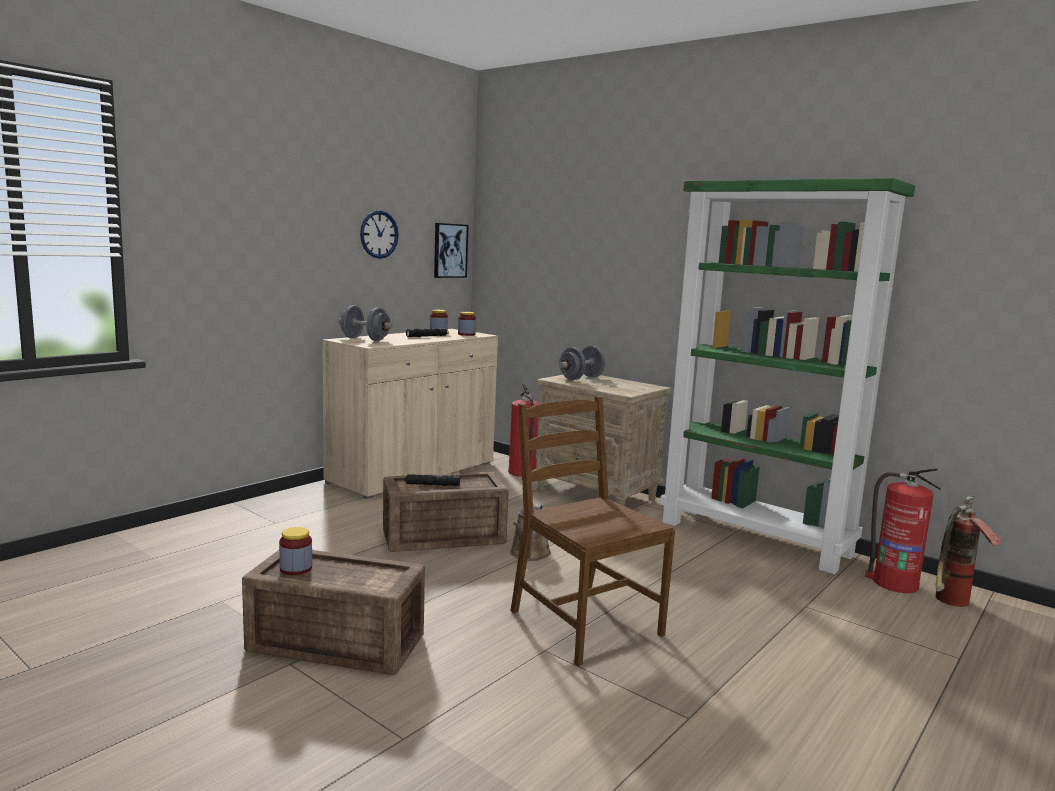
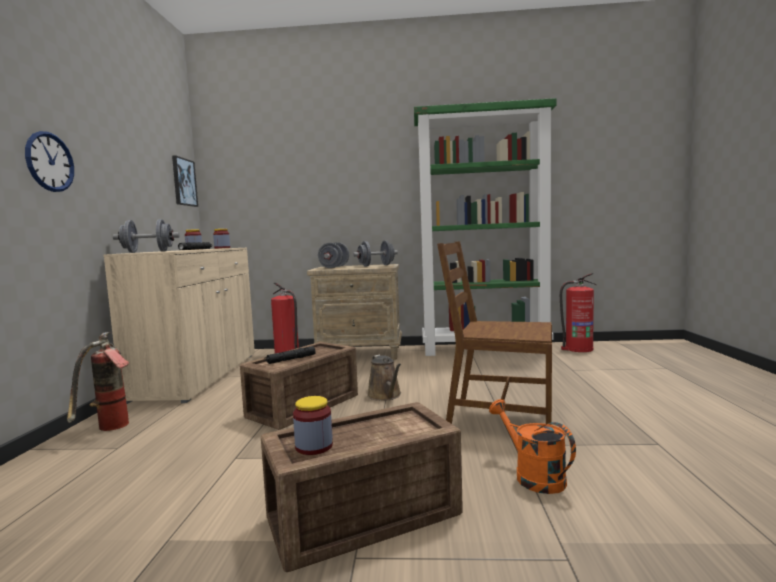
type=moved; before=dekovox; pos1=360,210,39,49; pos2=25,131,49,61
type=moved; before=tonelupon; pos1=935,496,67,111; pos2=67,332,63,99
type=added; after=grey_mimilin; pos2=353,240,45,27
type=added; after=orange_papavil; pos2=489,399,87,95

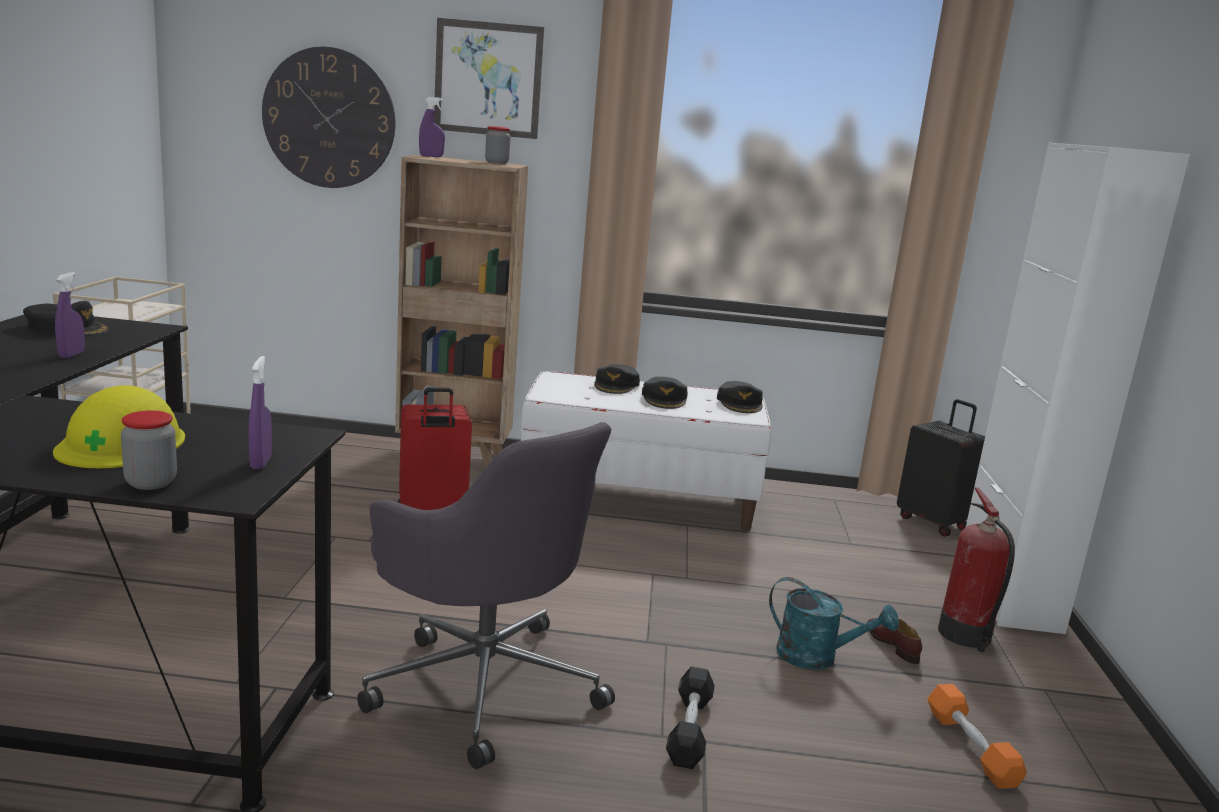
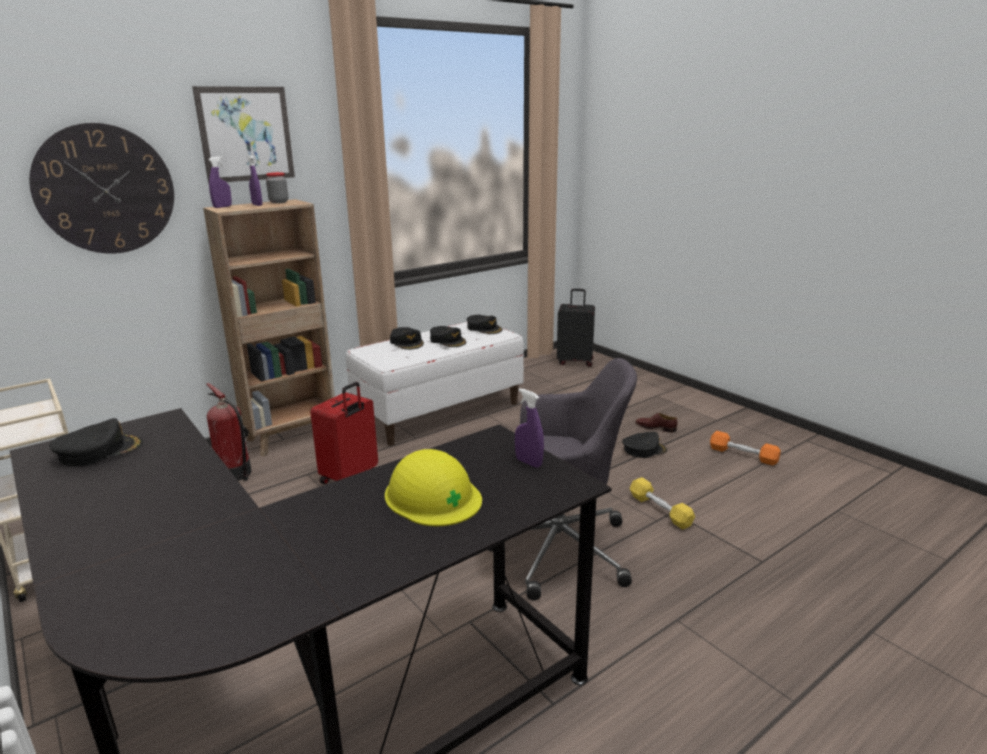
type=moved; before=tonelupon; pos1=938,487,77,165; pos2=207,383,45,98
type=moved; before=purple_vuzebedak; pos1=55,272,30,86; pos2=247,155,15,51
type=replaced; before=turquoise_papavil; after=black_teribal; pos1=769,577,130,93; pos2=622,432,45,26
type=recoloured; before=black_mimilin; after=yellow_mimilin; pos1=666,666,49,103; pos2=630,477,65,53
type=removed; before=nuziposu; pos1=121,410,56,80
type=removed; before=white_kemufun; pos1=966,143,224,491

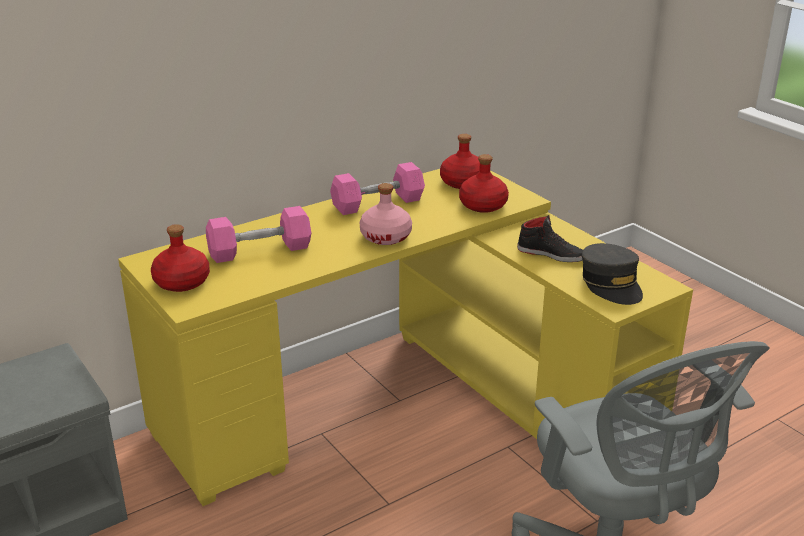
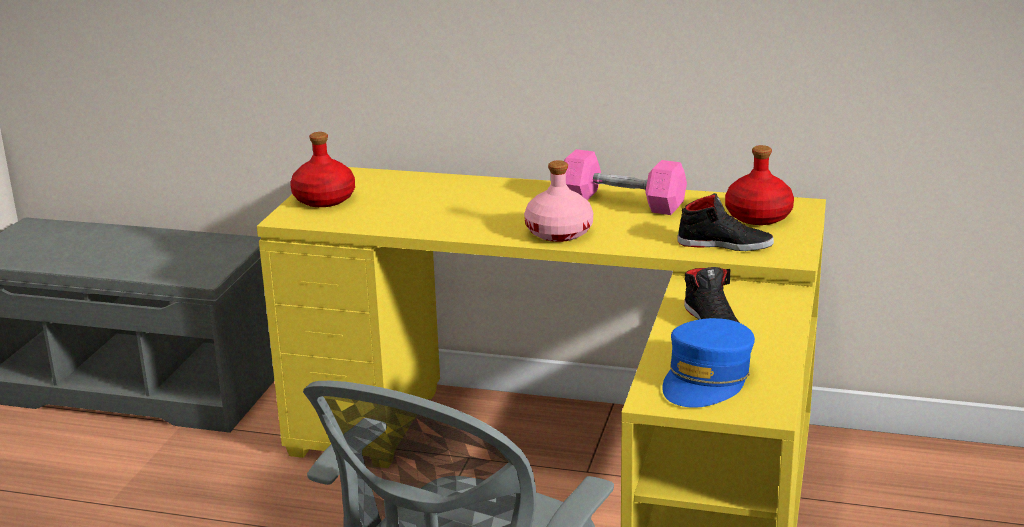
type=recoloured; before=grey_teribal; after=blue_teribal; pos1=582,243,61,62; pos2=663,318,92,90
type=replaced; before=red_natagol; after=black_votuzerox; pos1=459,154,50,59; pos2=677,193,97,58
type=removed; before=pink_mimilin; pos1=206,206,105,57

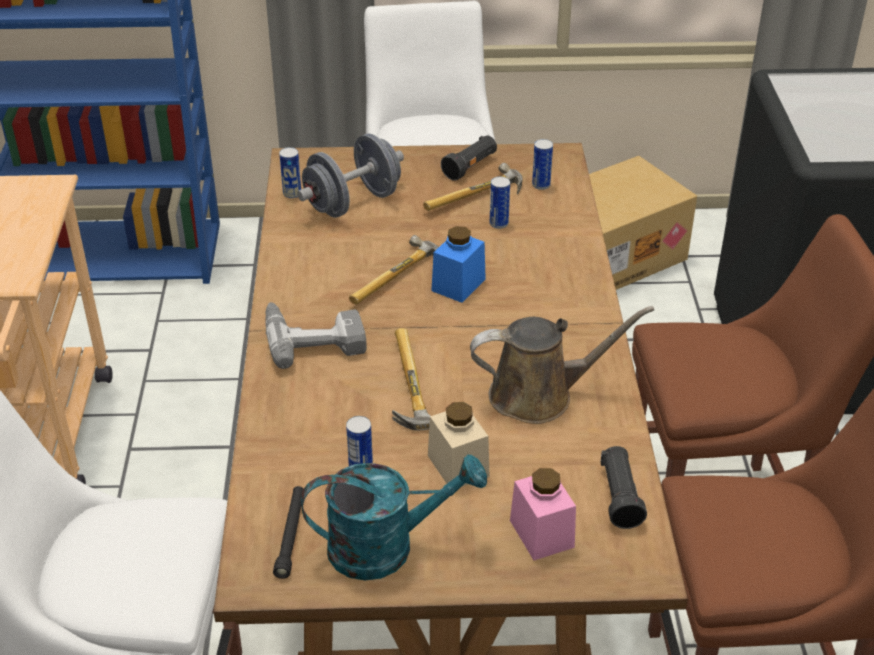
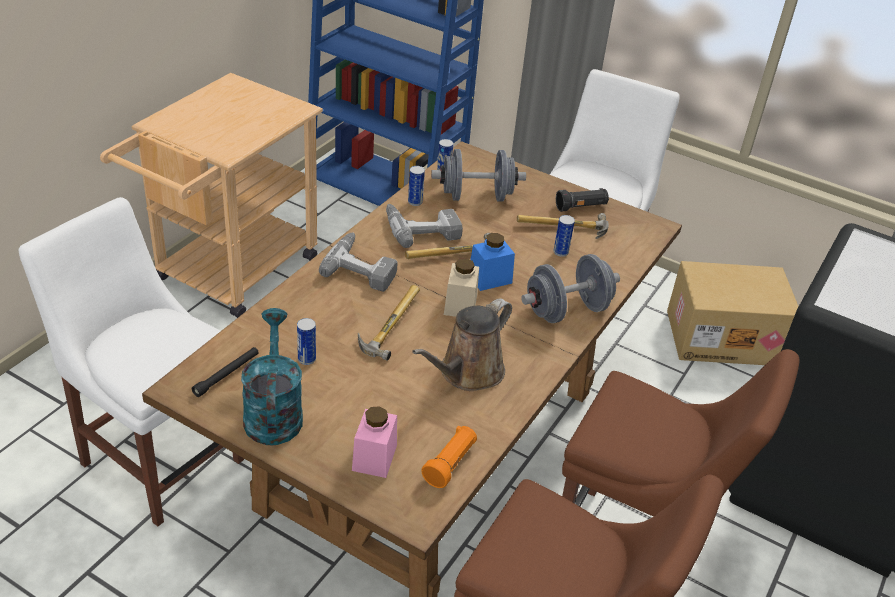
type=turned; before=turquoise_papavil; pos1=301,454,186,126; pos2=241,308,62,137; turn=-120
type=added; after=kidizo; pos2=386,204,77,44
type=moved; before=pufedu; pos1=532,139,21,51; pos2=408,166,17,40
type=turned; before=brown_papavil; pos1=470,306,184,118; pos2=412,298,100,93; turn=105
type=recoloured; before=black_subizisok; after=orange_subizisok; pos1=600,446,47,83; pos2=422,426,55,62
type=moved; before=beige_nuziposu; pos1=428,402,61,85; pos2=444,258,35,59
type=added; after=grey_mimilin; pos2=521,254,99,69

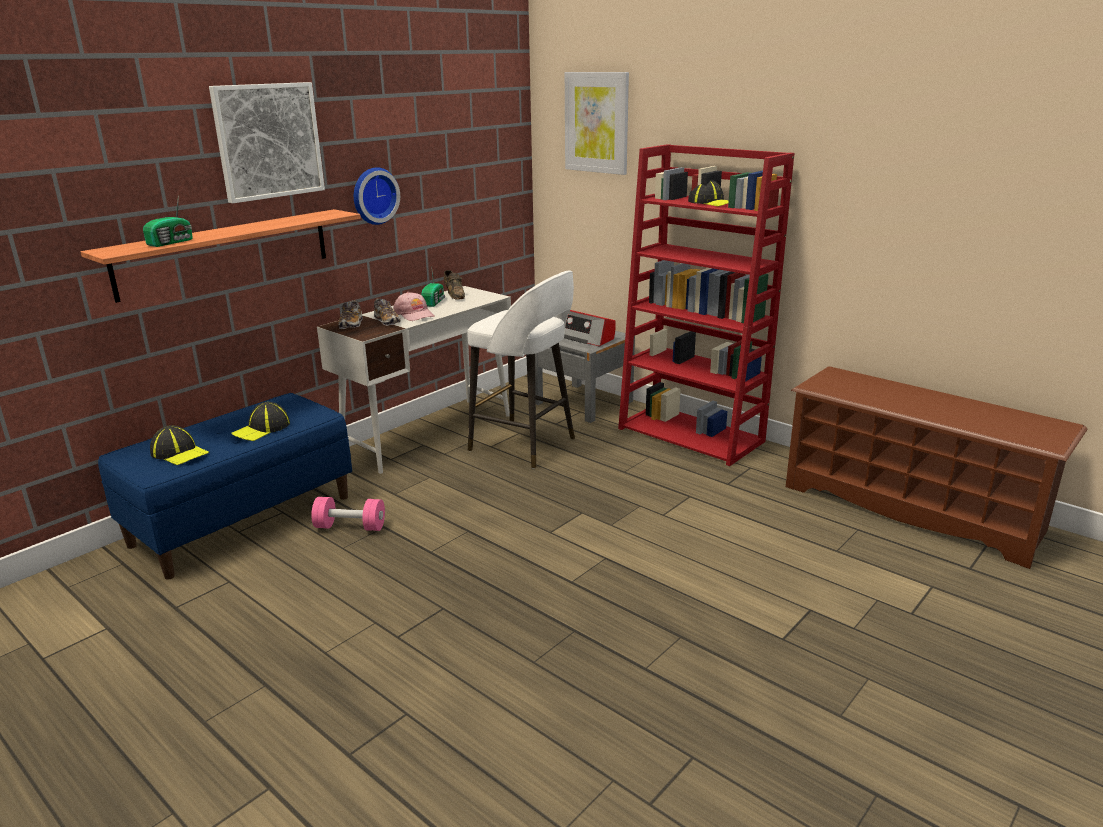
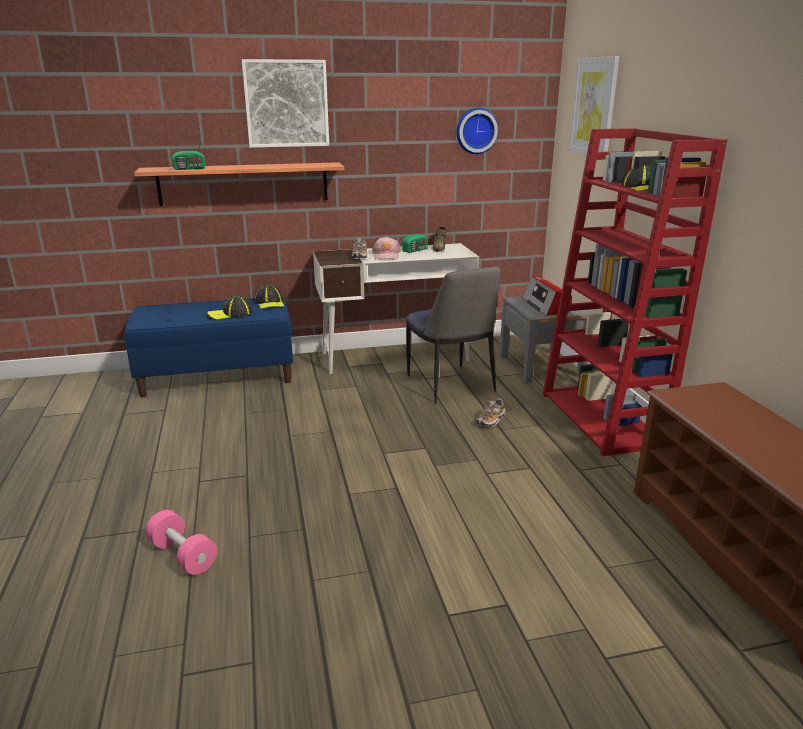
type=moved; before=pink_mimilin; pos1=311,497,74,34; pos2=146,510,71,65
type=moved; before=teribal; pos1=150,425,59,40; pos2=255,284,30,25
type=replaced; before=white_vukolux; after=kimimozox; pos1=467,271,108,198; pos2=406,267,95,136
type=moved; before=dekovox; pos1=354,167,46,58; pos2=456,108,42,46
type=moved; before=votuzerox; pos1=339,300,24,29; pos2=476,398,29,29

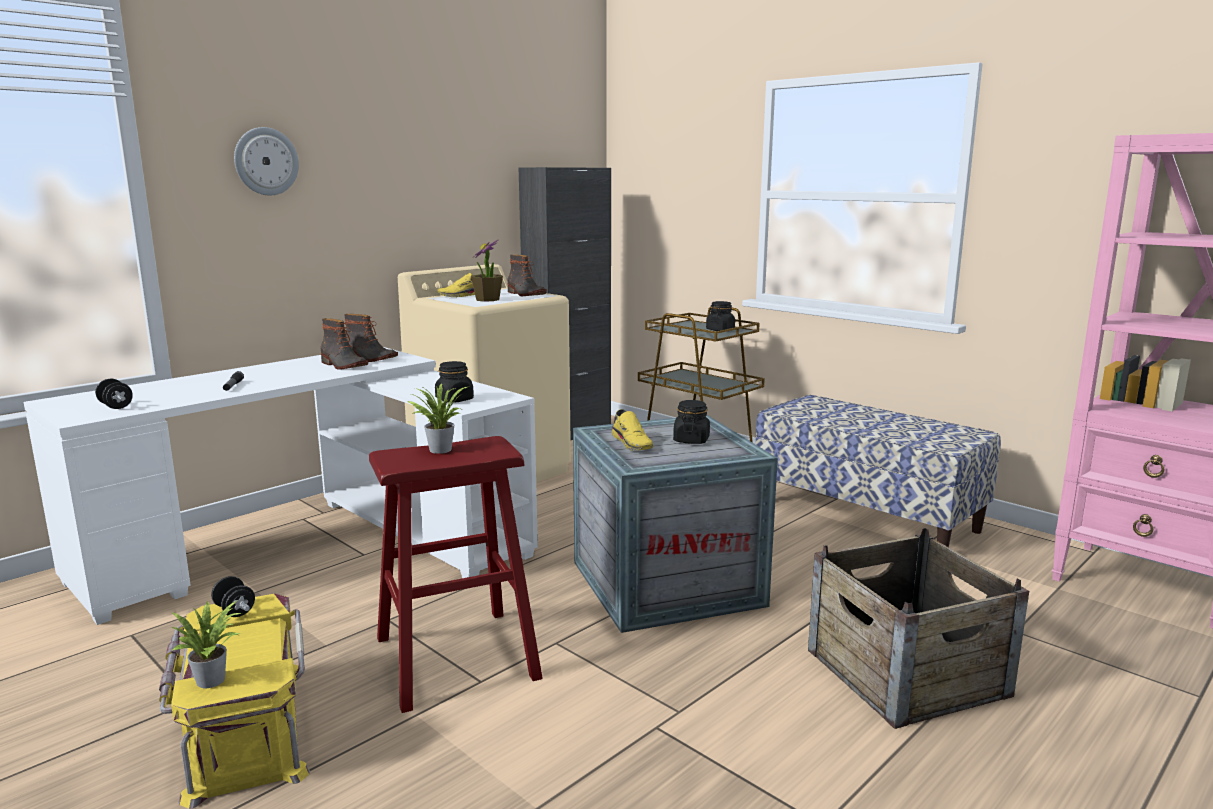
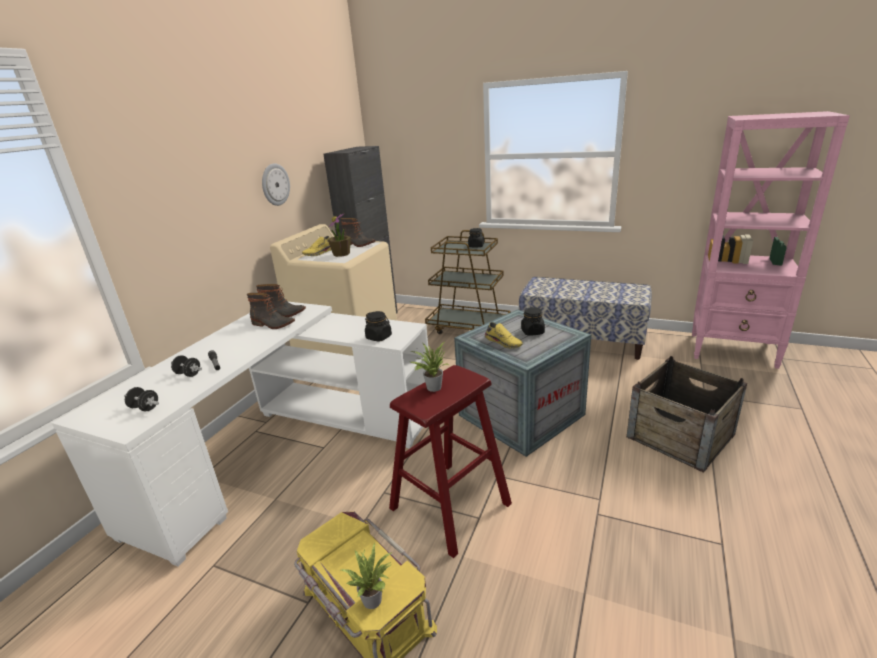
type=moved; before=black_mimilin; pos1=211,576,44,41; pos2=171,355,31,22
type=moved; before=dekovox; pos1=234,127,65,69; pos2=262,163,28,43

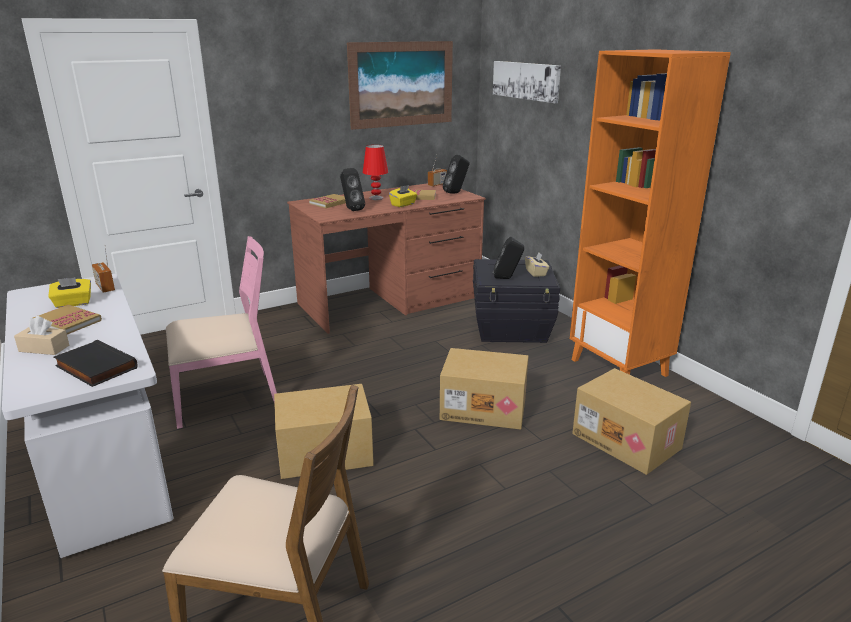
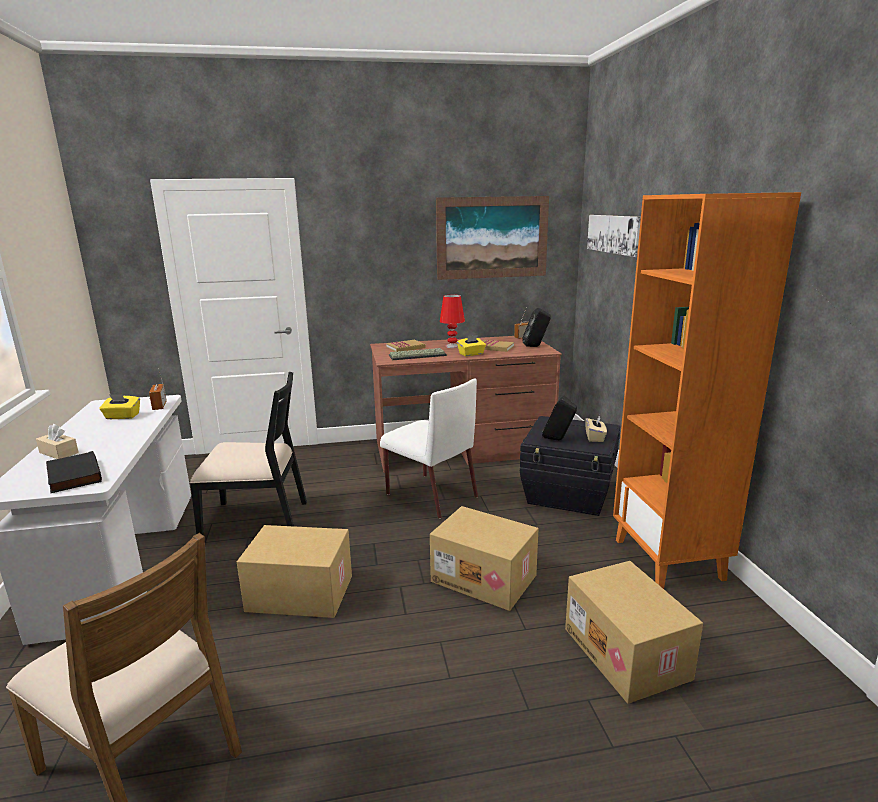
type=recoloured; before=pink_kimimozox; after=black_kimimozox; pos1=166,236,111,193; pos2=190,372,117,164
type=added; after=white_kimimozox; pos2=380,379,98,140
type=replaced; before=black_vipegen; after=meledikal; pos1=340,168,25,43; pos2=389,348,58,12
type=removed; before=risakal; pos1=33,305,69,30

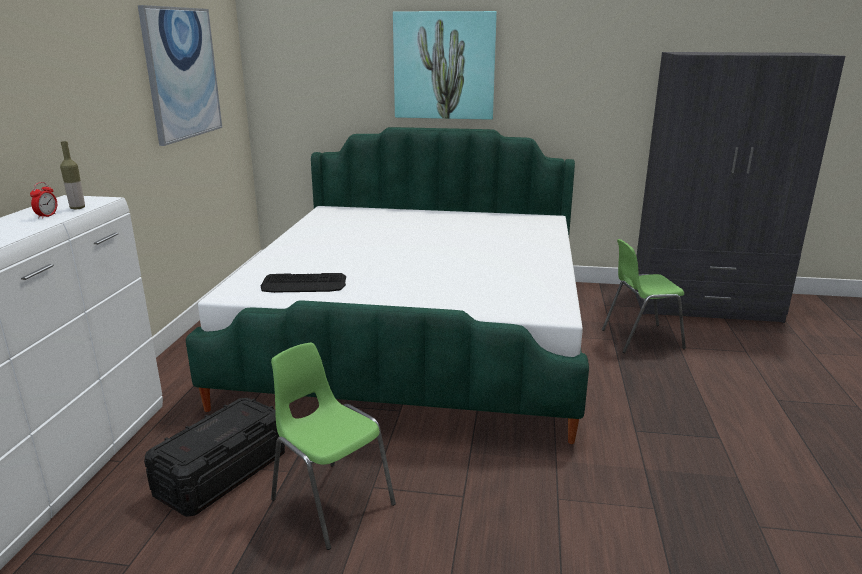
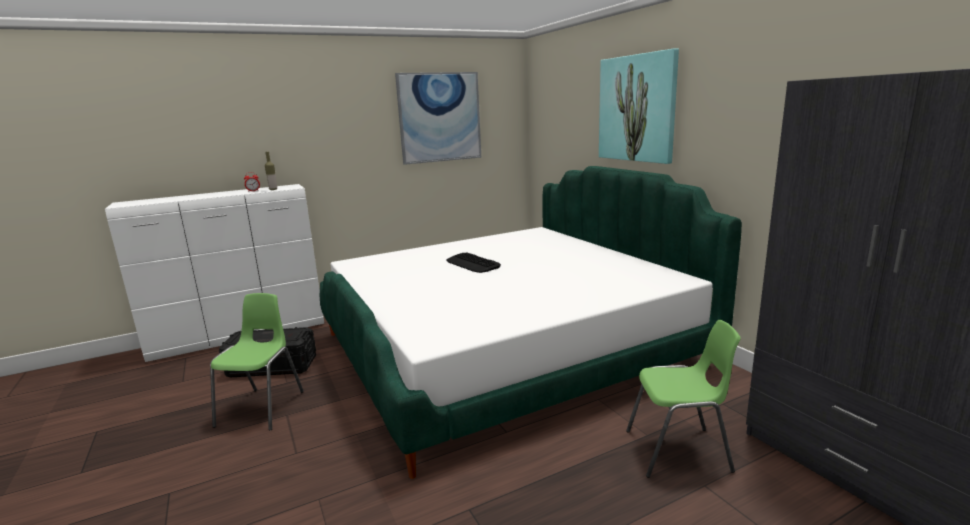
type=moved; before=meledikal; pos1=260,273,86,20; pos2=446,252,55,21
type=turned; before=green_kimimozox; pos1=602,239,84,114; pos2=626,320,115,158; turn=135

